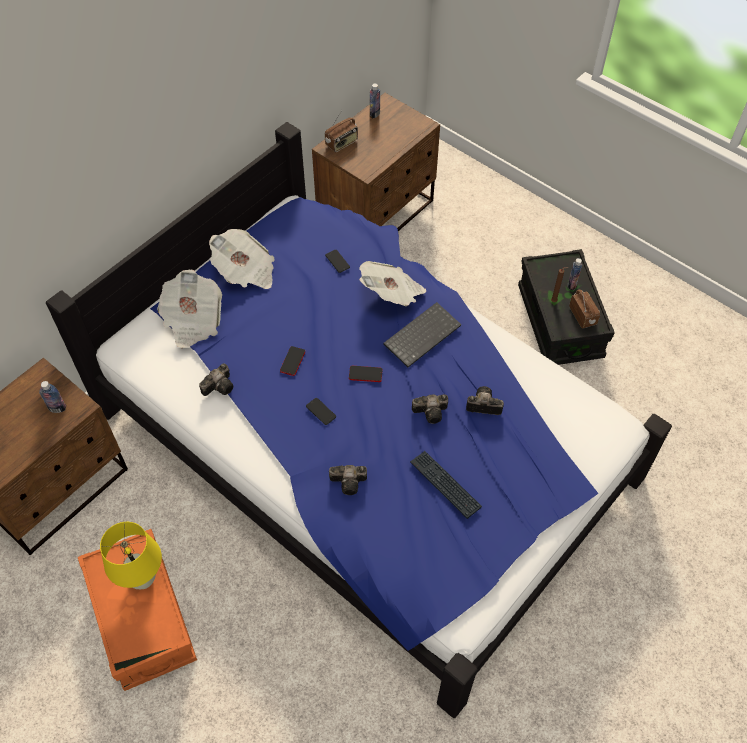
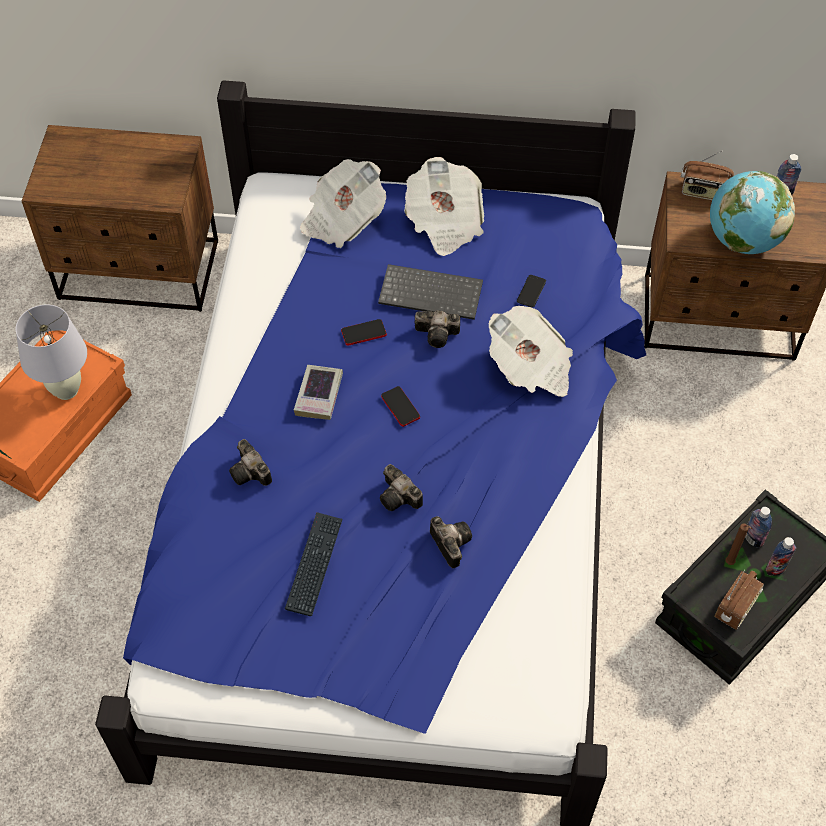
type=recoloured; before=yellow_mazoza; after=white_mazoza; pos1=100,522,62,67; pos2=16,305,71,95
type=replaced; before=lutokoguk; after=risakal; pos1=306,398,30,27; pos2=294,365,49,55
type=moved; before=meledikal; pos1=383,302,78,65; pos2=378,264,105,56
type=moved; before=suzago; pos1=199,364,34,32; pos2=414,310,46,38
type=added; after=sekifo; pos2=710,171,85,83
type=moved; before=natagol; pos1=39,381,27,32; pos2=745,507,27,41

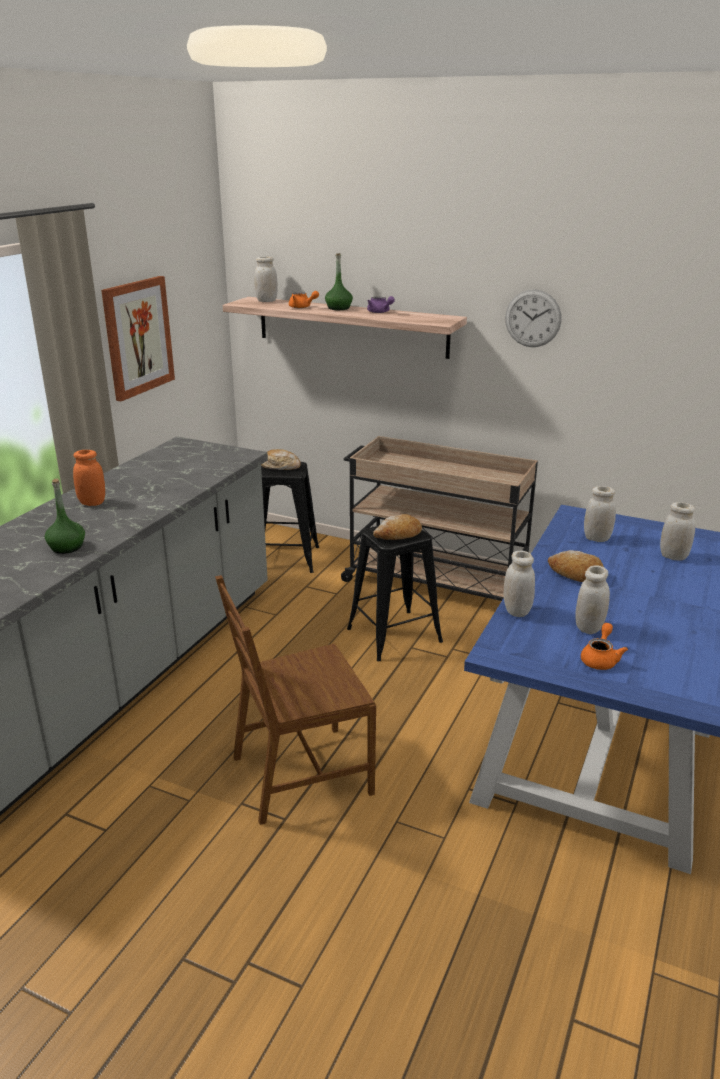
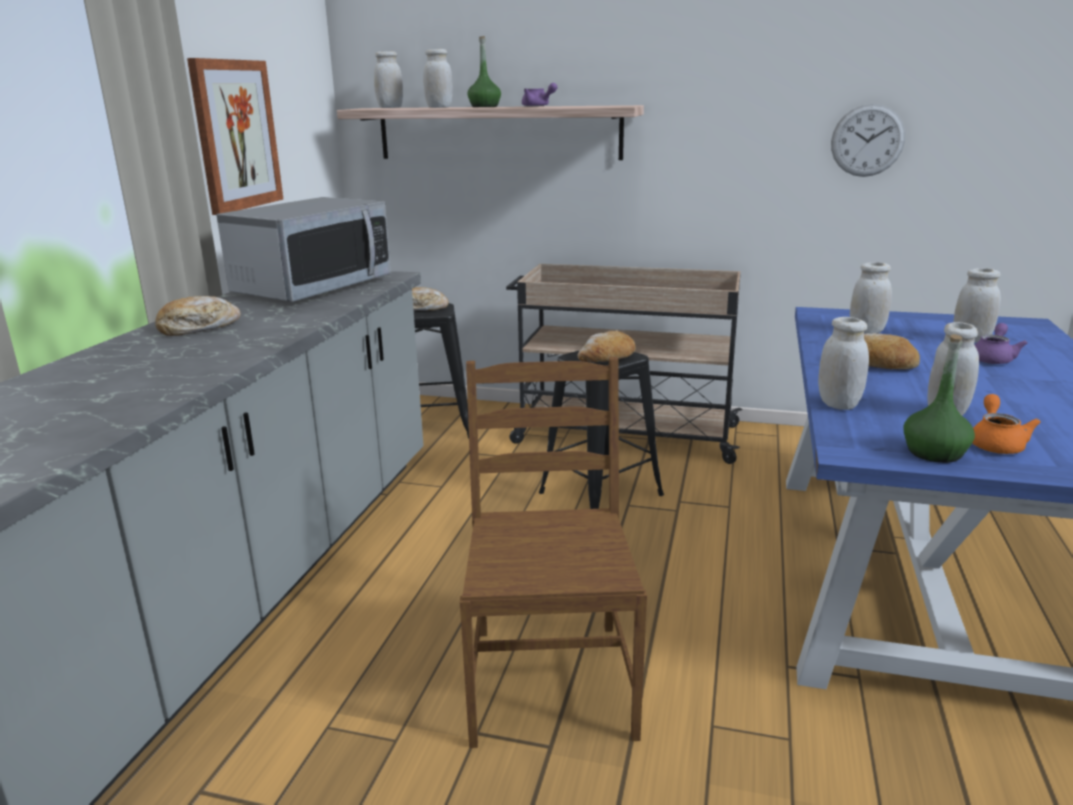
type=replaced; before=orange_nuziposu; after=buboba; pos1=73,450,32,56; pos2=155,296,86,40
type=added; after=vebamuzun; pos2=216,197,175,105
type=replaced; before=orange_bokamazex; after=white_nuziposu; pos1=289,291,30,17; pos2=424,49,29,59
type=turned; before=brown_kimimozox; pos1=215,575,161,250; pos2=460,357,187,391; turn=120
type=moved; before=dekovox; pos1=505,289,57,58; pos2=831,104,74,73
type=moved; before=green_natagol; pos1=45,479,40,75; pos2=904,334,71,129
type=added; after=purple_bokamazex; pos2=975,323,53,41

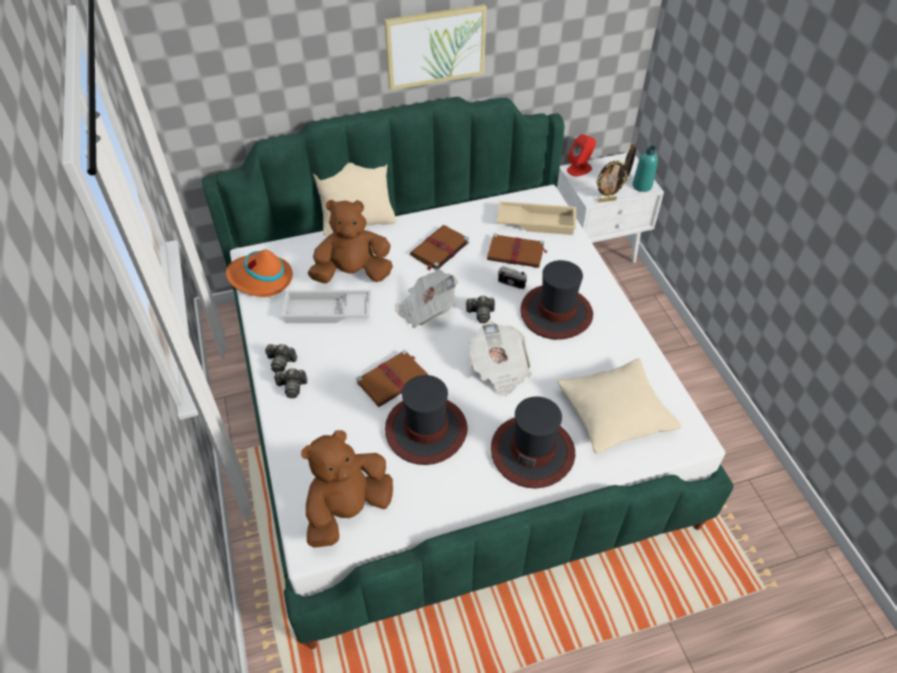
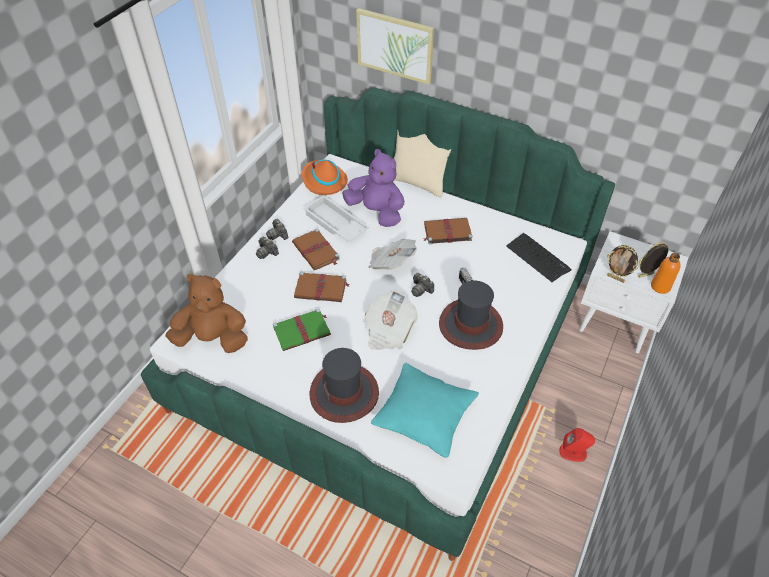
type=replaced; before=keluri; after=green_risakal; pos1=385,375,83,90; pos2=273,309,58,42
type=moved; before=brown_risakal; pos1=487,233,61,35; pos2=292,229,48,41
type=recoloured; before=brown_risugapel; after=purple_risugapel; pos1=308,200,85,83; pos2=342,149,62,78
type=moved; before=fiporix; pos1=384,4,103,87; pos2=356,8,78,77
type=recoloured; before=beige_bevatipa; after=turquoise_bevatipa; pos1=557,358,124,95; pos2=371,363,108,95
type=replaced; before=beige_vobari; after=meledikal; pos1=497,201,79,34; pos2=506,233,66,49
type=moved; before=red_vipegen; pos1=567,134,29,43; pos2=559,428,36,34
type=recoloured; before=turquoise_natagol; after=orange_natagol; pos1=633,145,25,47; pos2=651,253,30,41

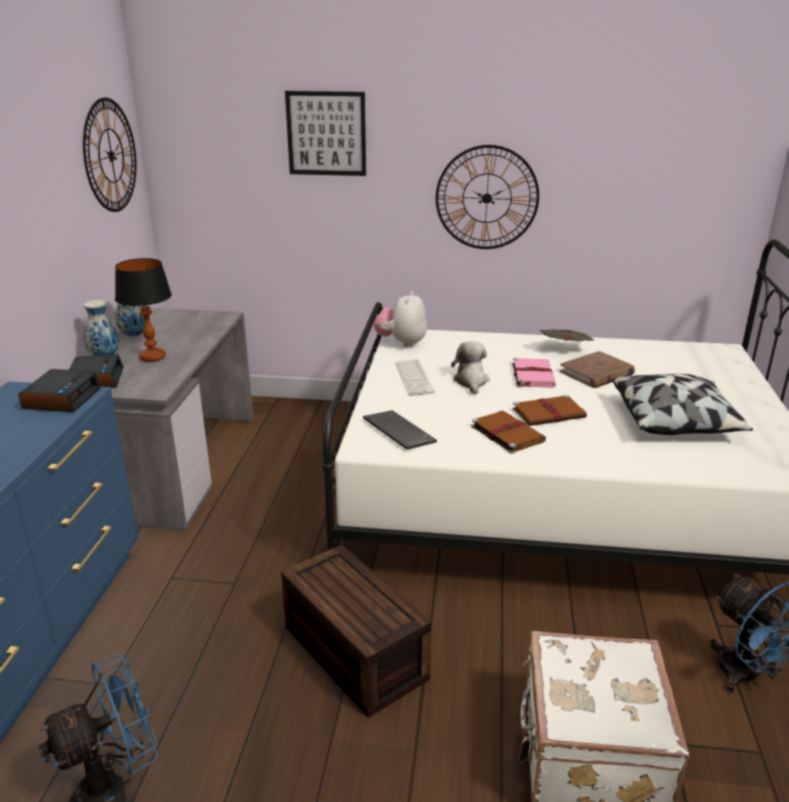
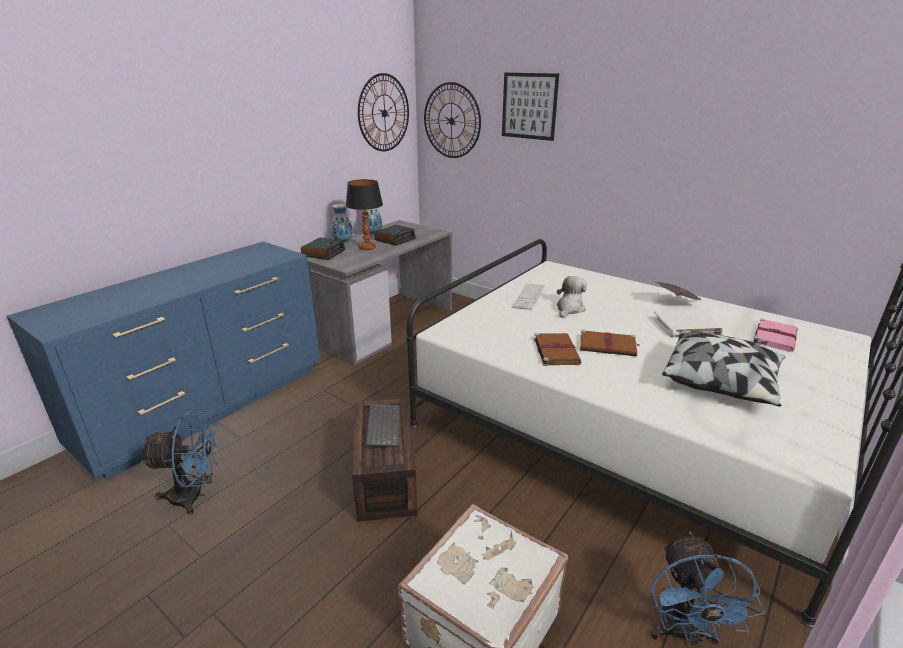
type=moved; before=meledikal; pos1=363,410,74,40; pos2=366,404,33,43
type=moved; before=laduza; pos1=18,369,83,43; pos2=374,225,42,21
type=moved; before=dekovox; pos1=436,145,103,104; pos2=424,82,57,76
type=recoloured; before=brown_risakal; after=white_risakal; pos1=560,351,75,37; pos2=653,309,70,29
type=moved; before=pink_risakal; pos1=512,358,44,30; pos2=753,318,45,34
type=removed; before=risugapel; pos1=374,291,53,57

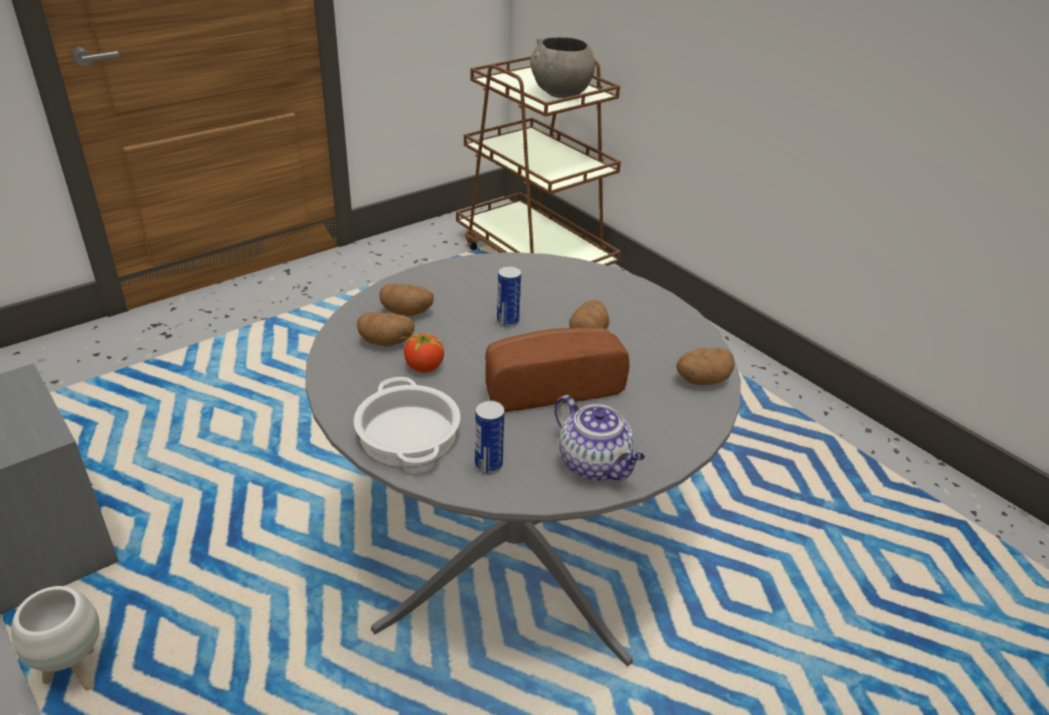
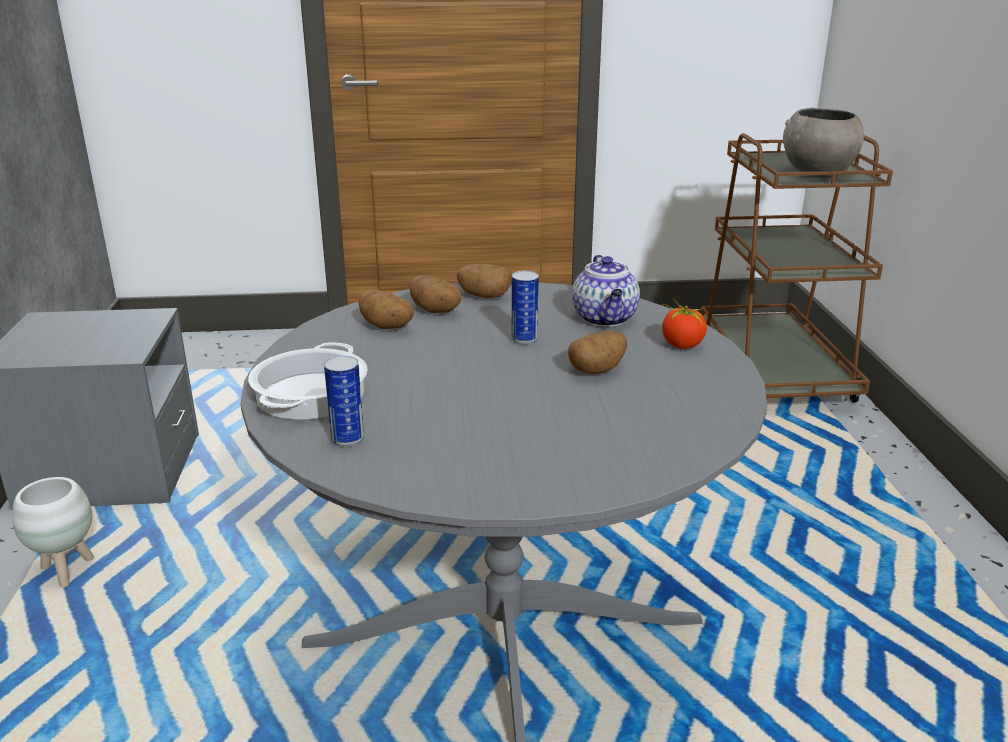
type=moved; before=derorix; pos1=676,348,58,37; pos2=457,264,55,34
type=moved; before=bokamazex; pos1=554,395,91,86; pos2=572,255,68,72
type=moved; before=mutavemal; pos1=401,328,43,45; pos2=662,300,45,49
type=removed; before=buboba; pos1=485,327,144,85

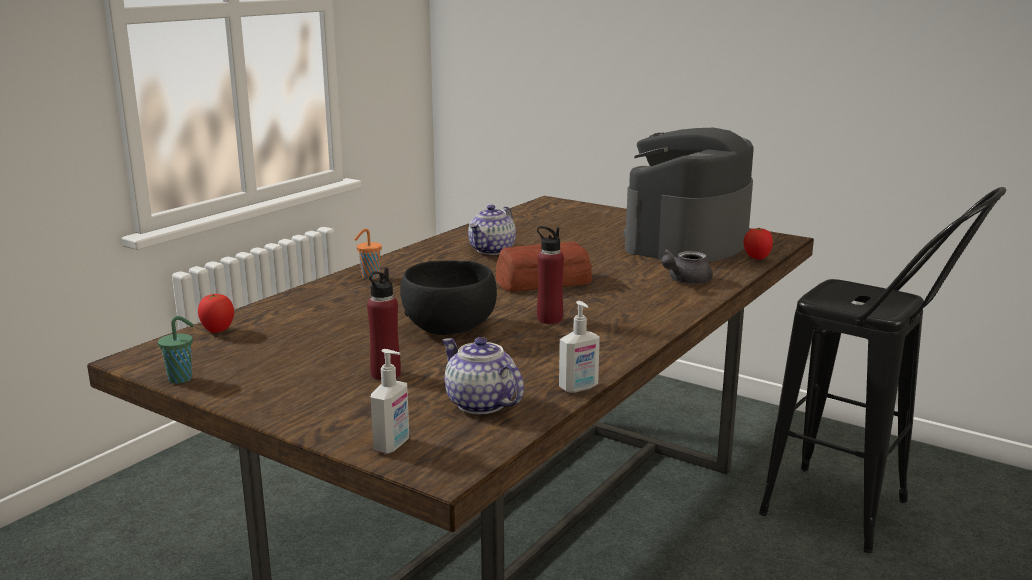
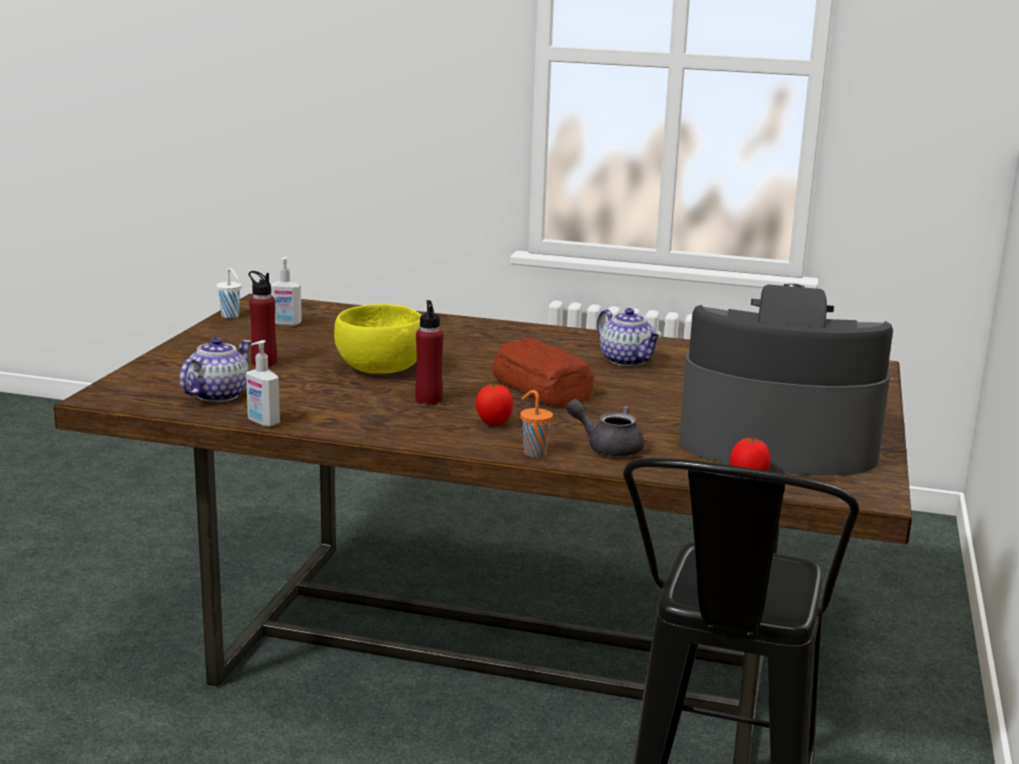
type=recoloured; before=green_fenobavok; after=white_fenobavok; pos1=158,316,36,68; pos2=216,268,26,50
type=moved; before=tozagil; pos1=371,349,38,105; pos2=271,257,31,69
type=recoloured; before=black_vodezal; after=yellow_vodezal; pos1=400,260,97,75; pos2=334,304,87,70
type=moved; before=mutavemal; pos1=198,294,36,39; pos2=476,384,37,41
type=moved; before=orange_fenobavok; pos1=355,228,27,51; pos2=520,390,33,68
type=turned; before=bokamazex; pos1=468,205,48,50; pos2=597,308,65,58; turn=-135

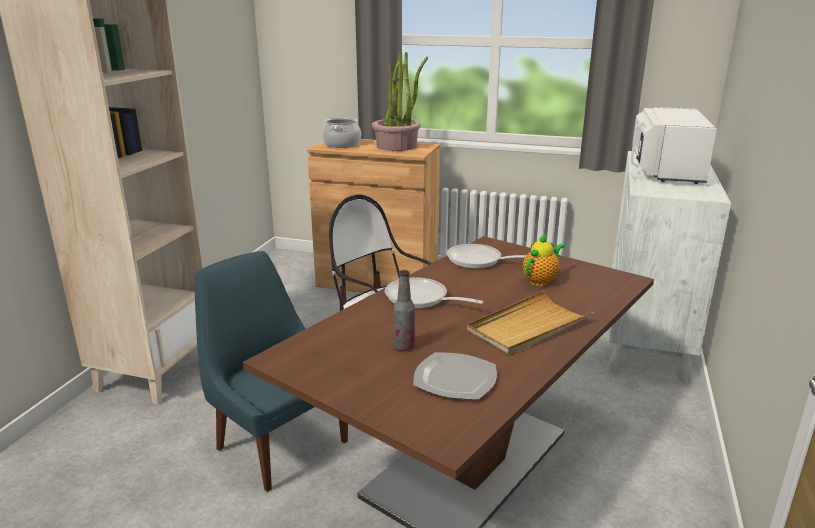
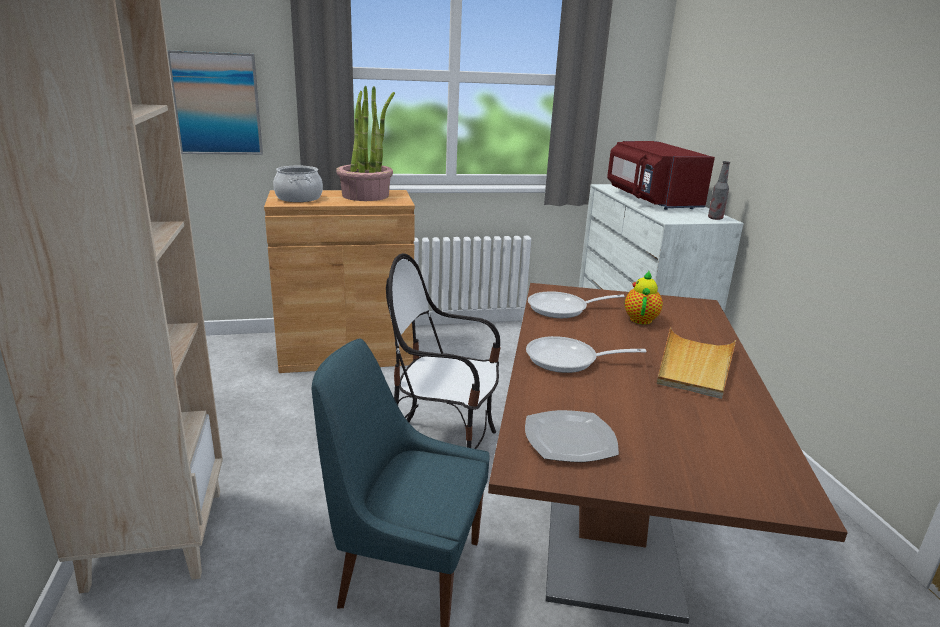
type=added; after=fiporix; pos2=167,50,96,105
type=moved; before=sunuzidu; pos1=413,352,84,48; pos2=525,410,94,52
type=recoloured; before=white_vebamuzun; after=red_vebamuzun; pos1=631,107,86,77; pos2=607,141,108,69
type=moved; before=natagol; pos1=394,270,21,81; pos2=708,161,22,59

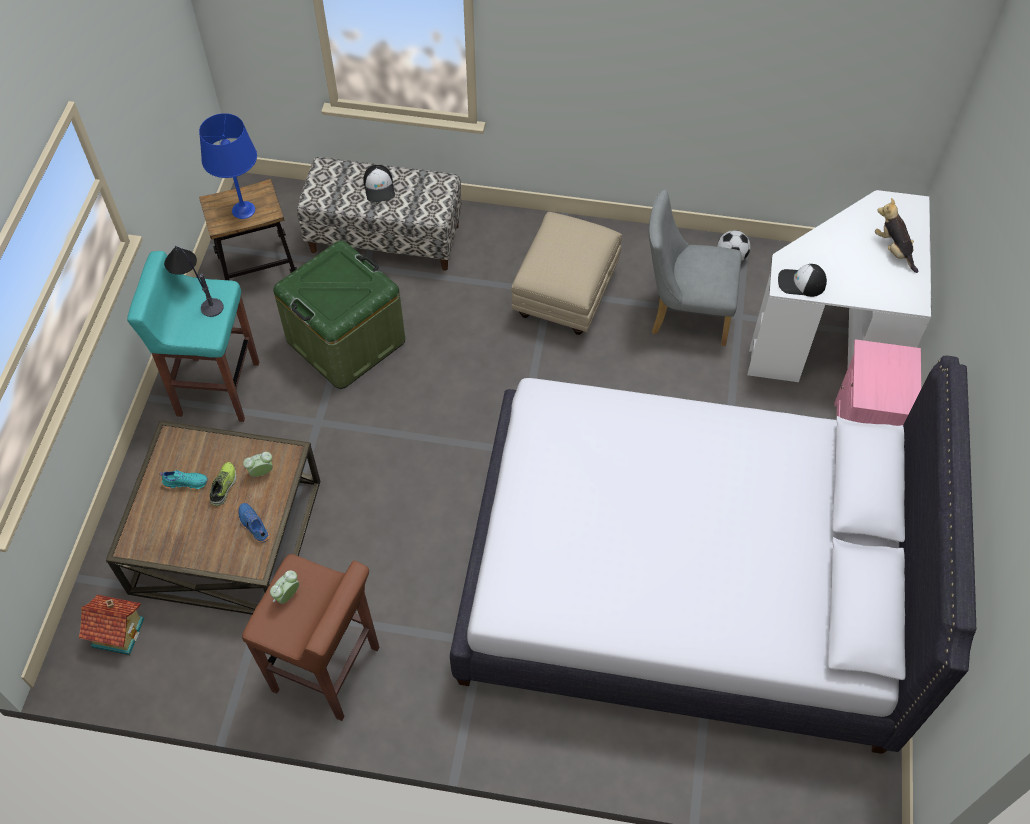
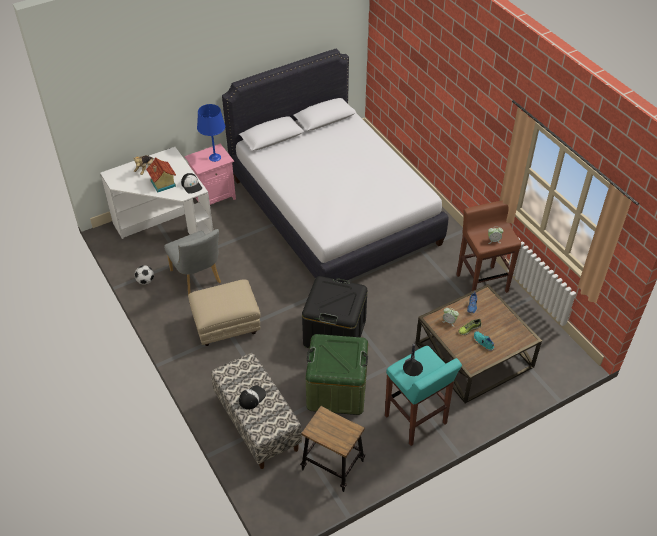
type=moved; before=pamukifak; pos1=79,595,65,60; pos2=146,157,30,35
type=moved; before=blue_mazoza; pos1=199,113,58,106; pos2=197,104,28,58
type=added; after=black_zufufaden; pos2=302,276,65,72

